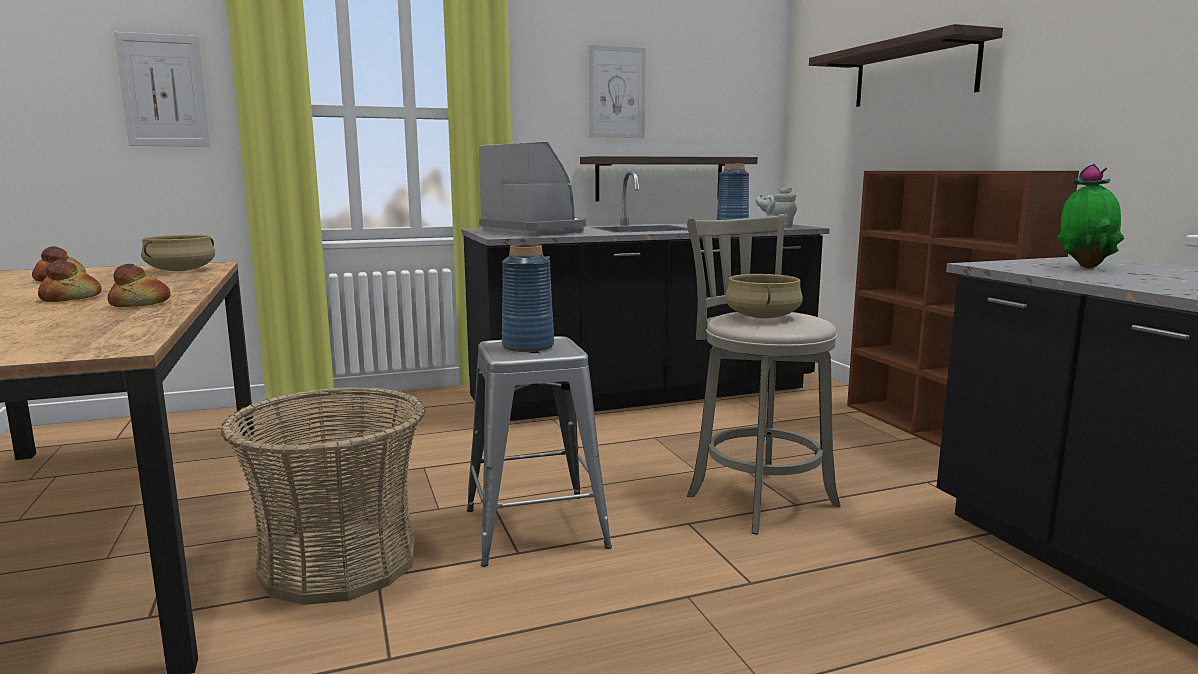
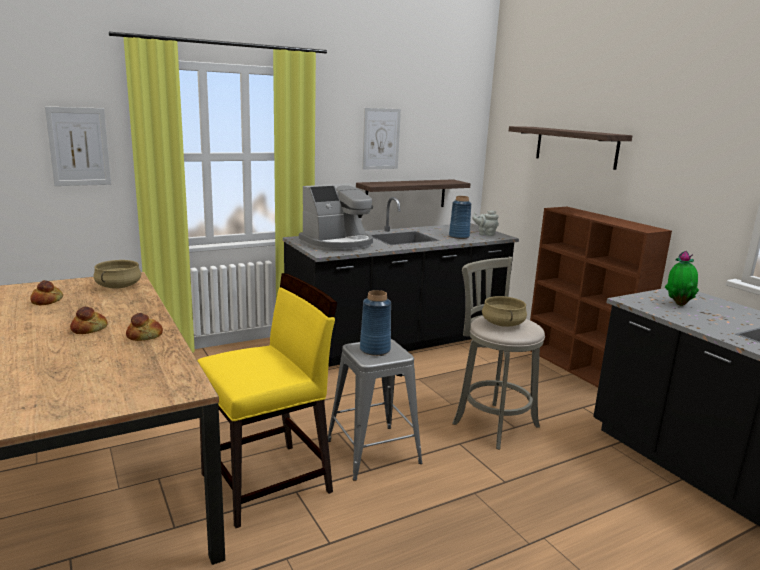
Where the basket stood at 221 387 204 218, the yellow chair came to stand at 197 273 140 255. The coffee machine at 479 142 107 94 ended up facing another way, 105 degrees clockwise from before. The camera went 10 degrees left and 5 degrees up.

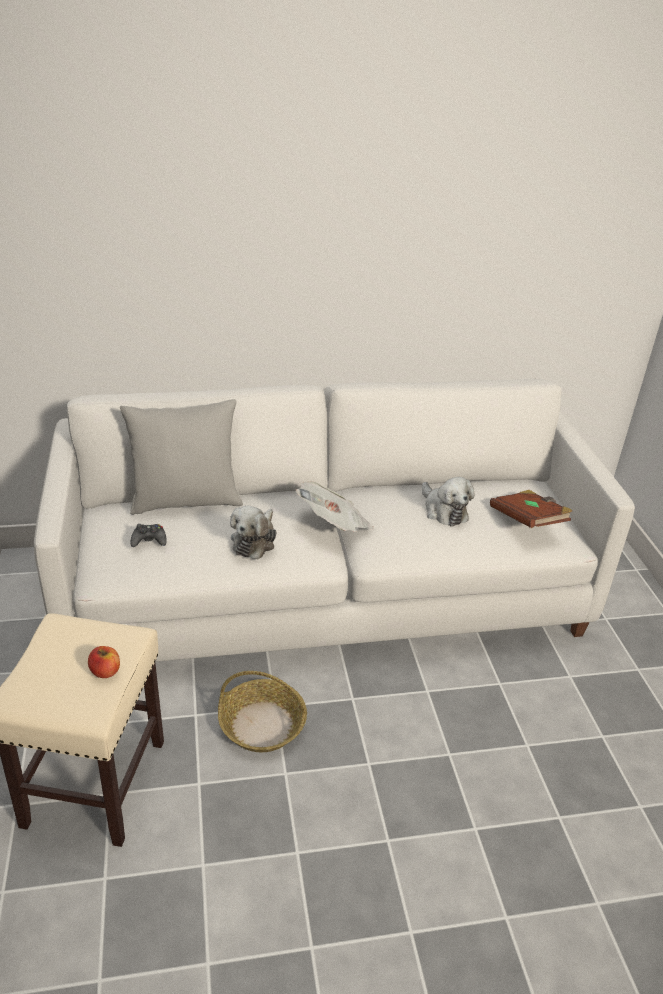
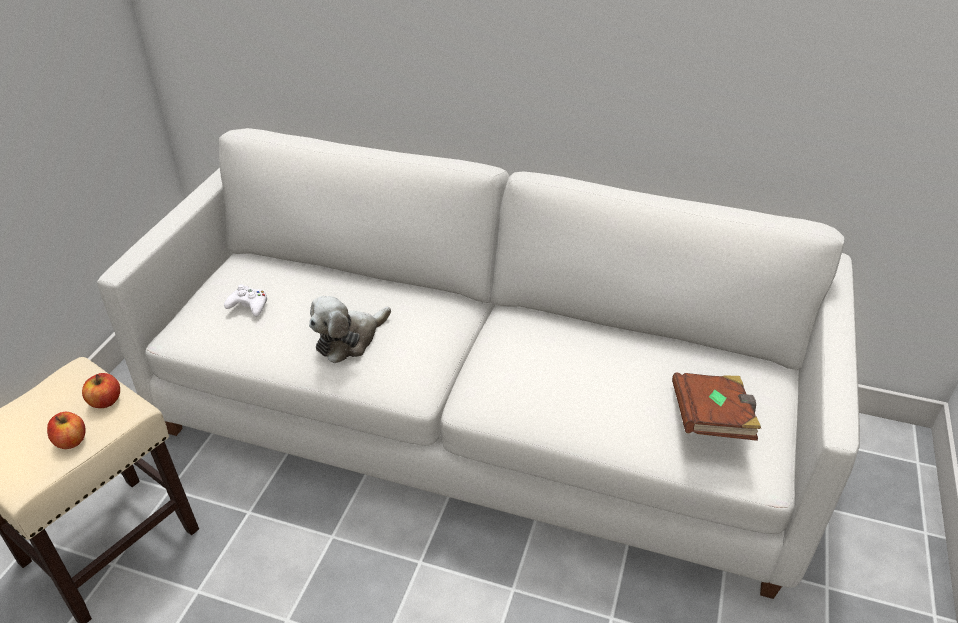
The second view gained the apple at 82 373 38 35. What was the black game controller at 130 524 37 23 turned into the white game controller at 224 284 43 32. The second view lost the grey pillow at 120 399 123 116. The second view lost the basket at 218 671 89 82. The second view lost the newspaper at 296 481 78 51. The second view lost the plush toy at 422 477 53 50. The camera went 30 degrees right and 5 degrees up.

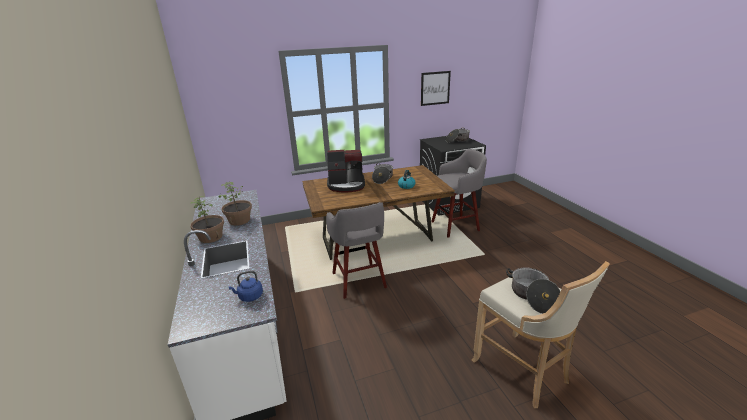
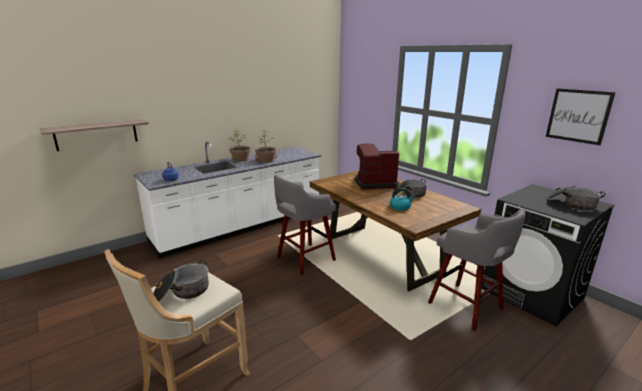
The second view gained the shelf at 40 119 109 32. The coffee machine at 327 150 38 43 ended up facing another way, 105 degrees clockwise from before. The camera went 70 degrees right and 5 degrees down.

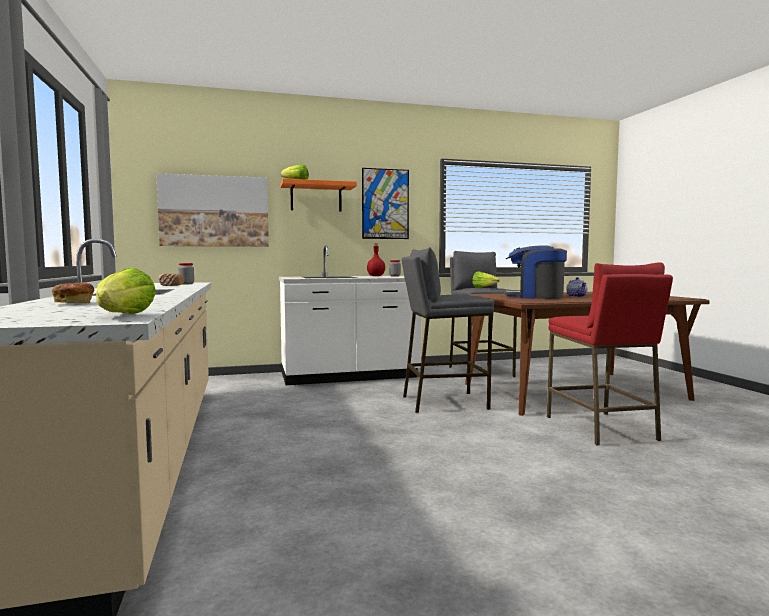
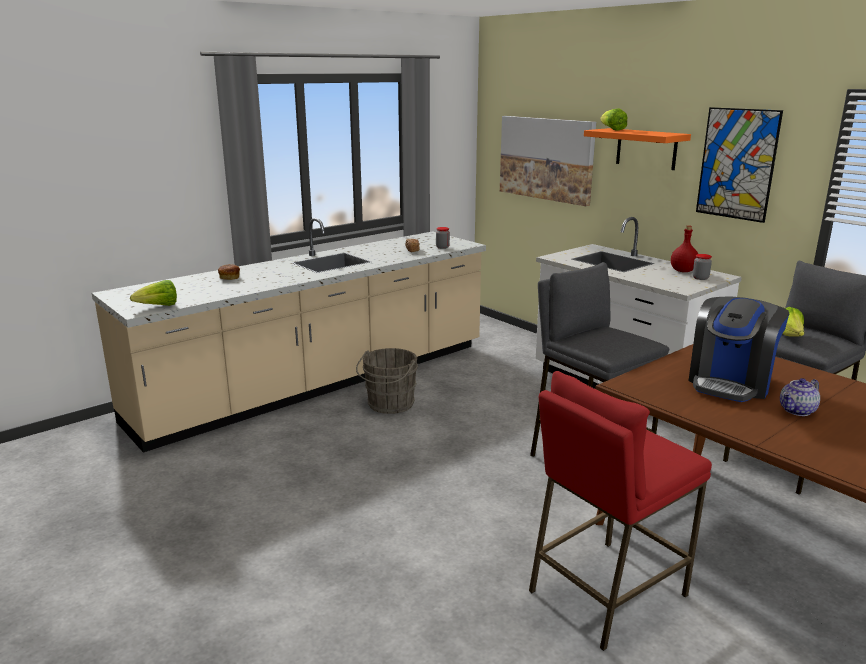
The second view gained the grey bucket at 356 348 62 66. The coffee machine at 504 245 63 54 ended up facing another way, 135 degrees counterclockwise from before. The camera went 65 degrees right and 15 degrees up.

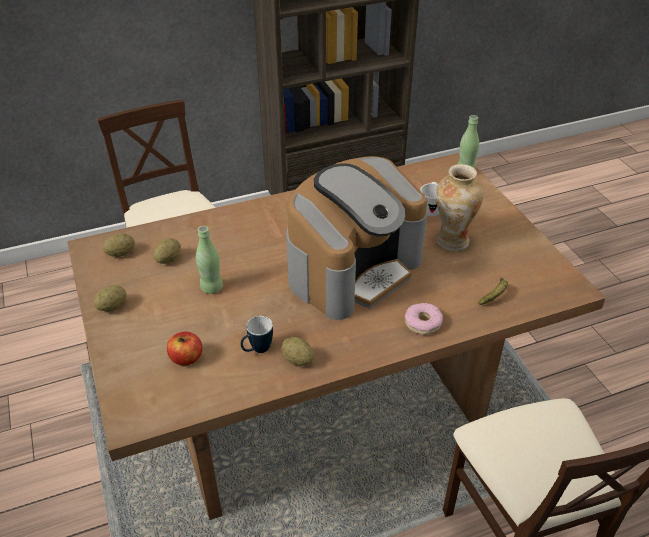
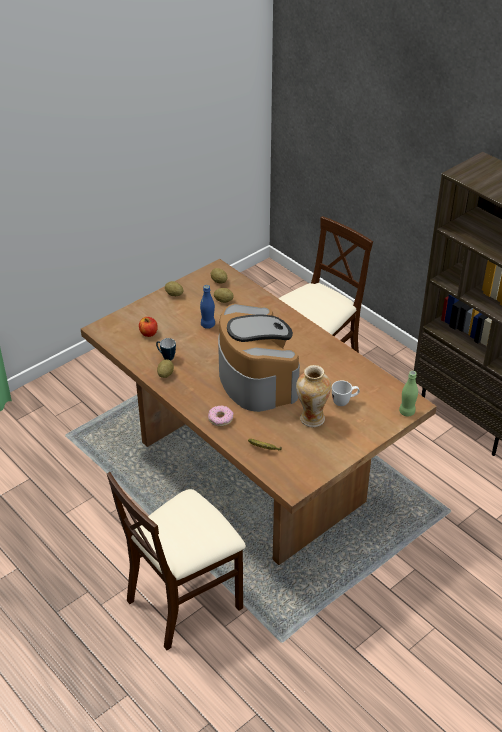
What was the green bottle at 196 226 27 68 turned into the blue bottle at 200 285 15 44. The coffee machine at 286 156 142 164 ended up facing another way, 135 degrees counterclockwise from before. The camera went 70 degrees right and 0 degrees up.

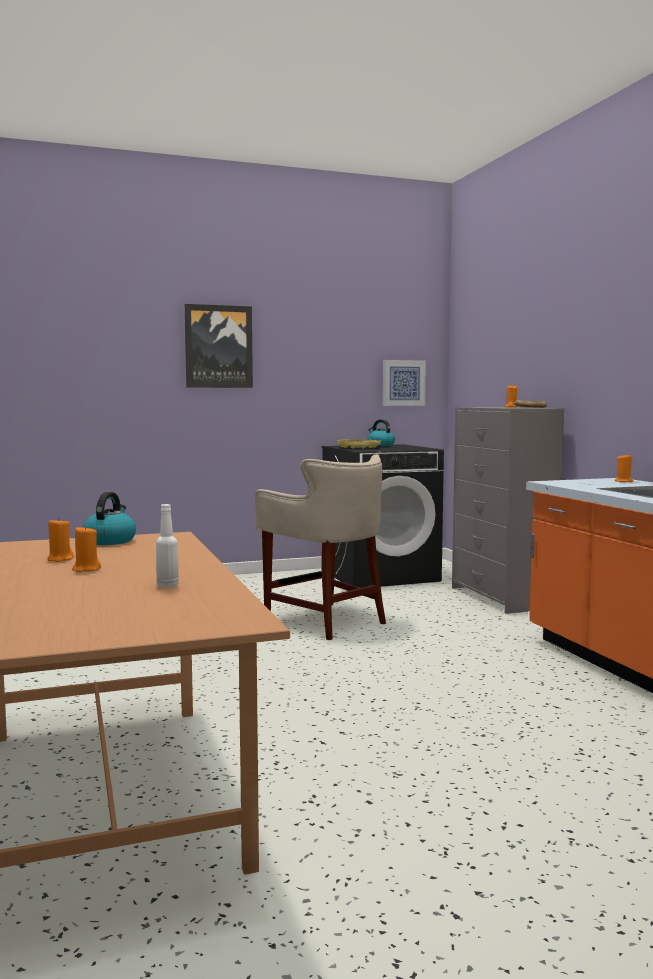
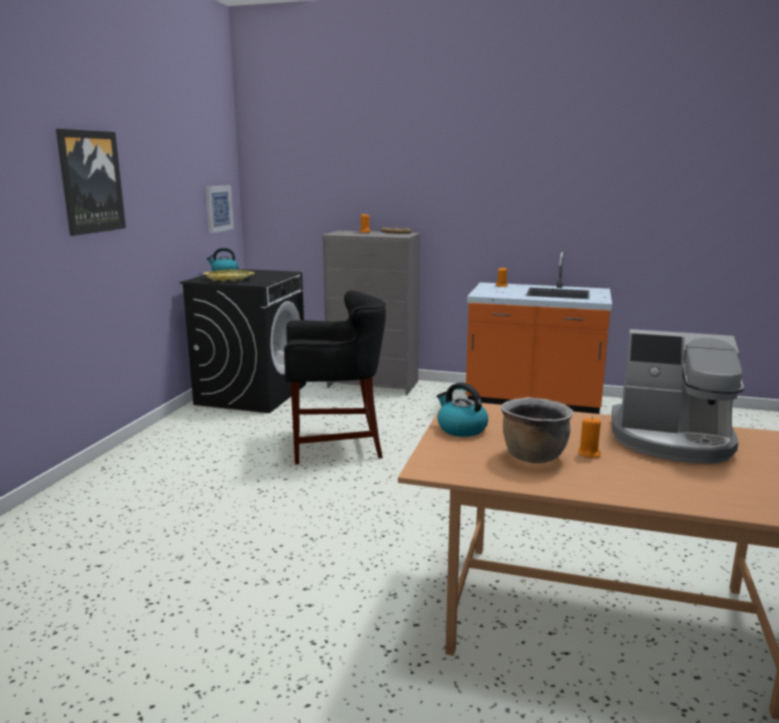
What was the beige stool at 255 454 131 186 turned into the black stool at 284 290 102 174. Where the orange candle stood at 47 518 27 44, the brown cooking pot came to stand at 500 397 74 66. Where the white bottle stood at 156 504 23 84, the coffee machine came to stand at 612 329 132 135. The camera went 55 degrees left and 10 degrees up.

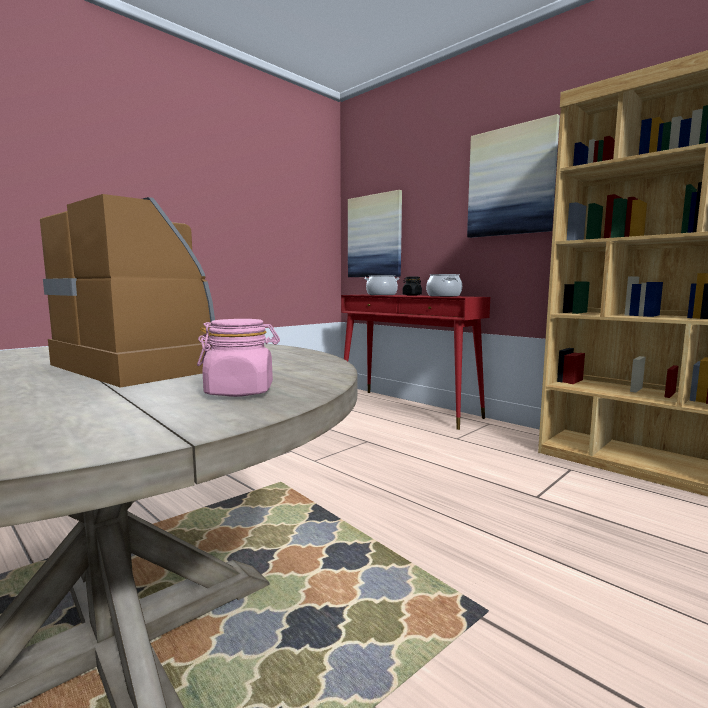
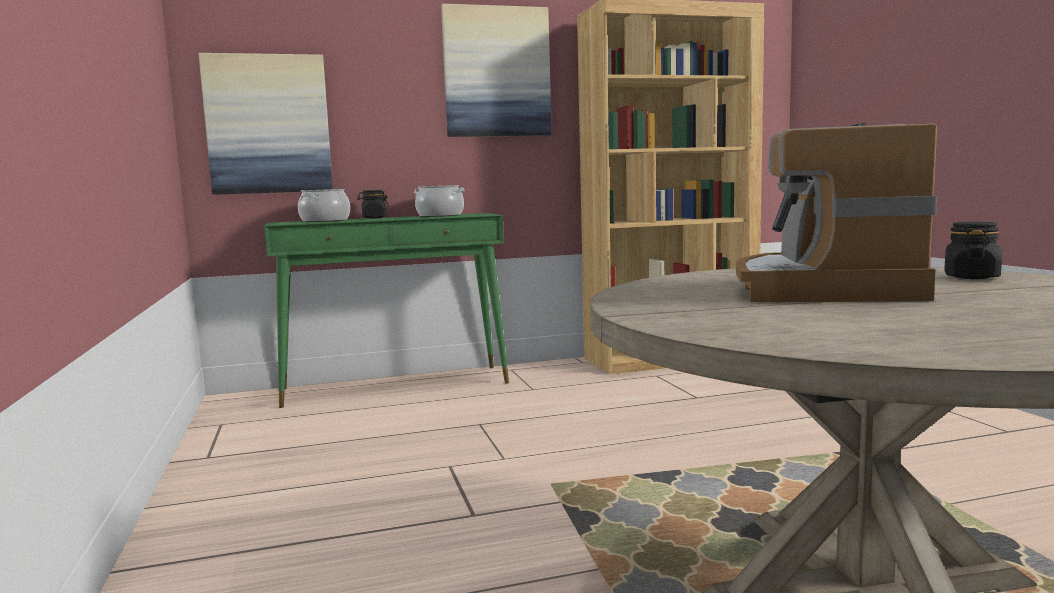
What was the red console table at 341 294 149 136 turned into the green console table at 264 213 245 195. The coffee machine at 40 194 175 194 ended up facing another way, 60 degrees counterclockwise from before. What was the pink jar at 197 319 83 78 turned into the black jar at 944 222 58 57. The camera went 60 degrees left and 0 degrees up.

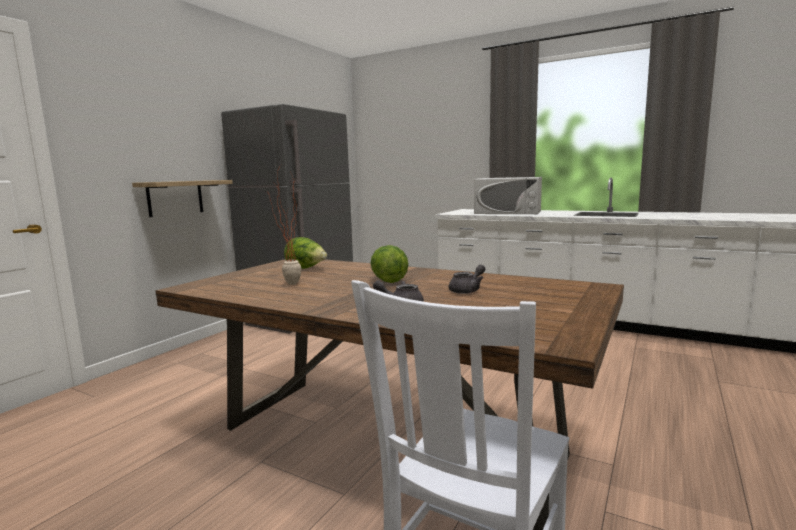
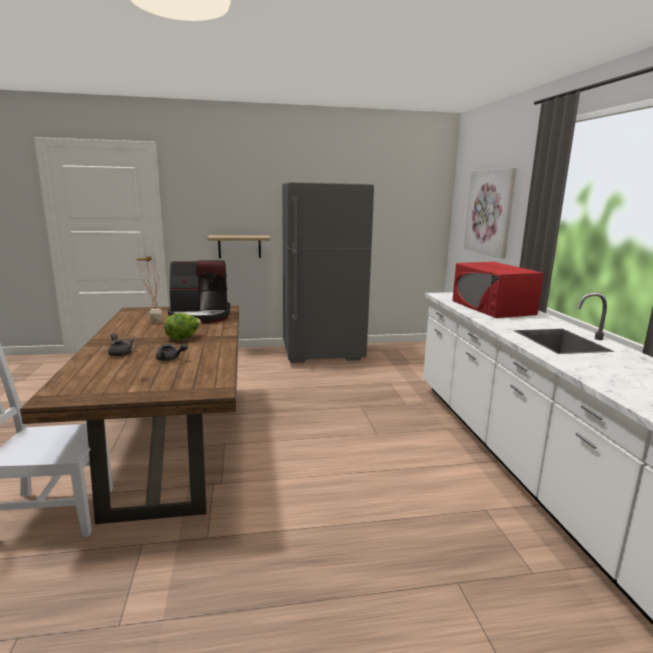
Where the lettuce stood at 284 237 43 32, the coffee machine came to stand at 168 260 62 63. What was the white microwave at 474 177 68 37 turned into the red microwave at 452 262 92 56. The second view gained the picture at 464 168 53 91. The camera went 50 degrees right and 5 degrees up.

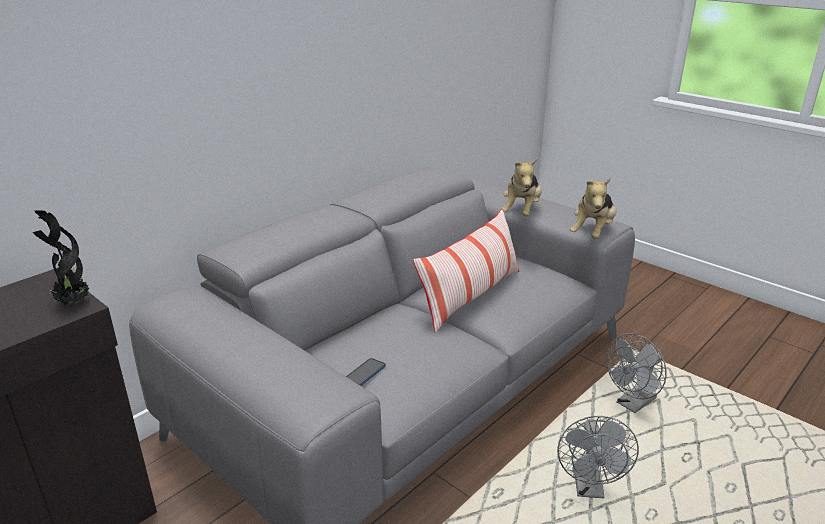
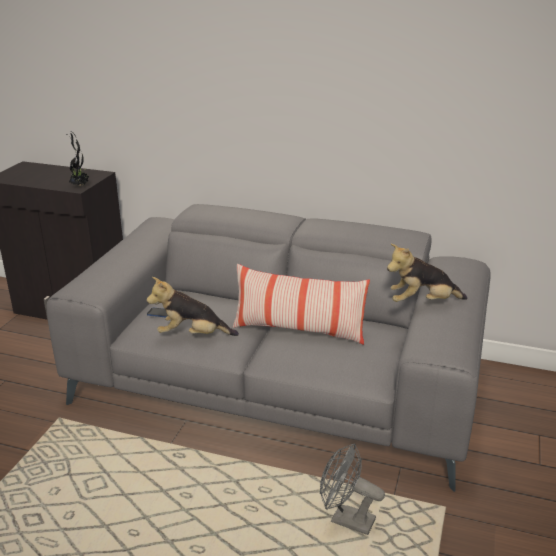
The plush toy ended up elsewhere, having gone from 570 177 46 62 to 146 277 93 59. The second view lost the grey fan at 558 416 81 82. The camera went 65 degrees right and 0 degrees up.

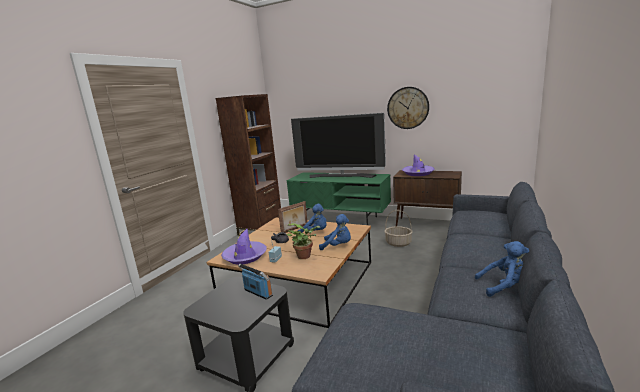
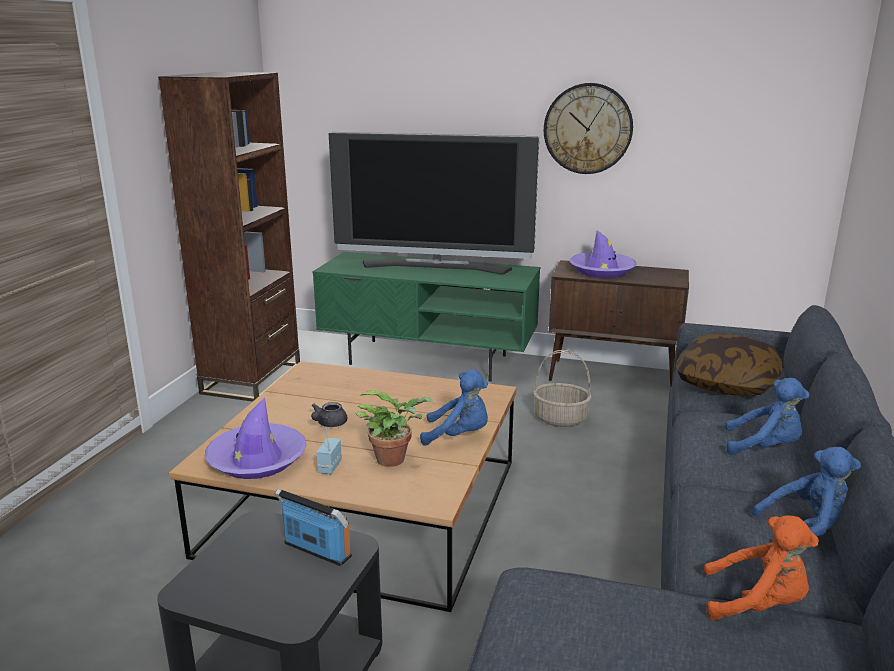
The second view gained the pillow at 676 334 106 62. The second view gained the orange plush toy at 703 515 116 105. The blue plush toy ended up elsewhere, having gone from 298 204 29 29 to 725 378 84 77. The second view lost the picture frame at 278 201 30 32. The camera went 10 degrees left and 5 degrees up.

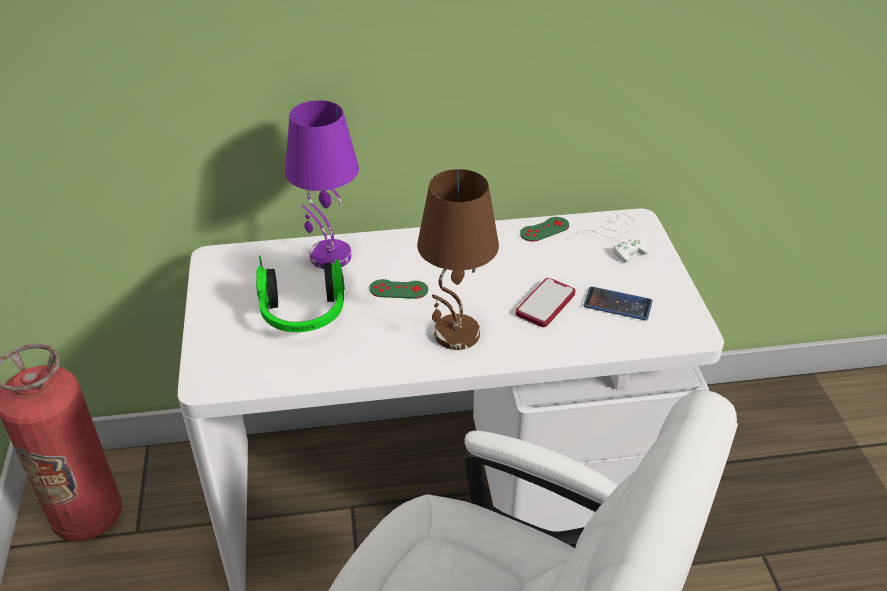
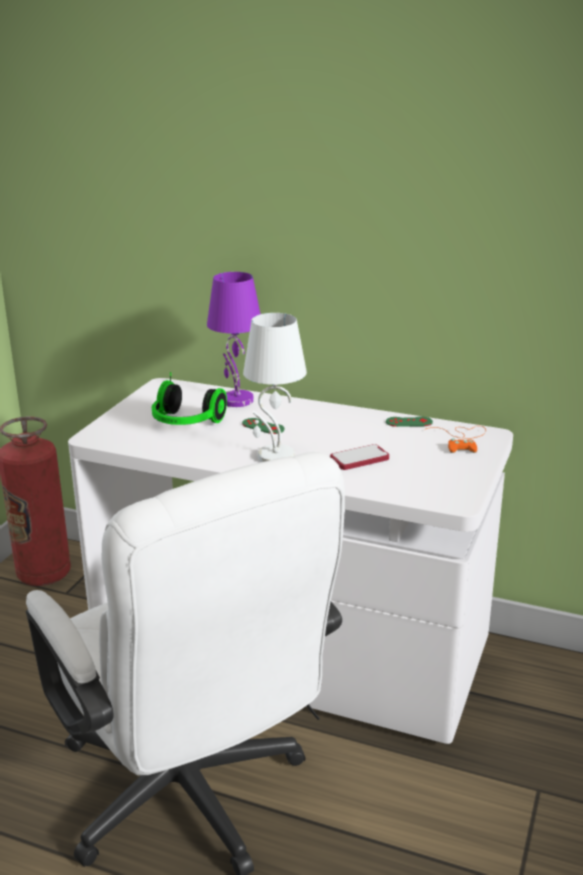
What was the brown table lamp at 417 169 82 181 turned into the white table lamp at 243 313 64 149. What was the white game controller at 573 213 76 49 turned into the orange game controller at 424 426 62 27. The second view lost the phone at 583 286 70 34. The camera went 30 degrees right and 15 degrees down.

